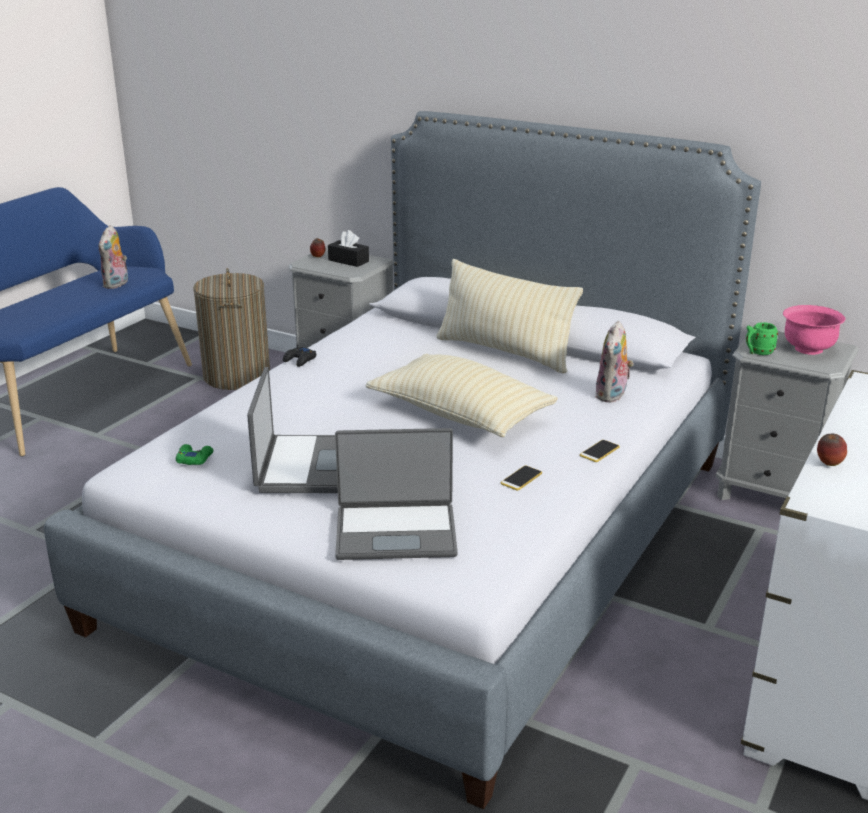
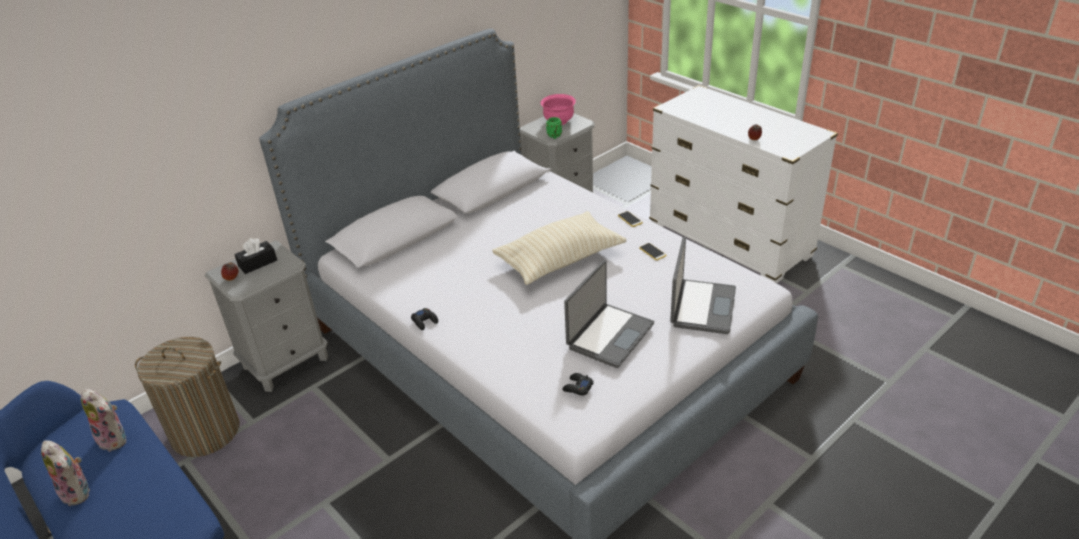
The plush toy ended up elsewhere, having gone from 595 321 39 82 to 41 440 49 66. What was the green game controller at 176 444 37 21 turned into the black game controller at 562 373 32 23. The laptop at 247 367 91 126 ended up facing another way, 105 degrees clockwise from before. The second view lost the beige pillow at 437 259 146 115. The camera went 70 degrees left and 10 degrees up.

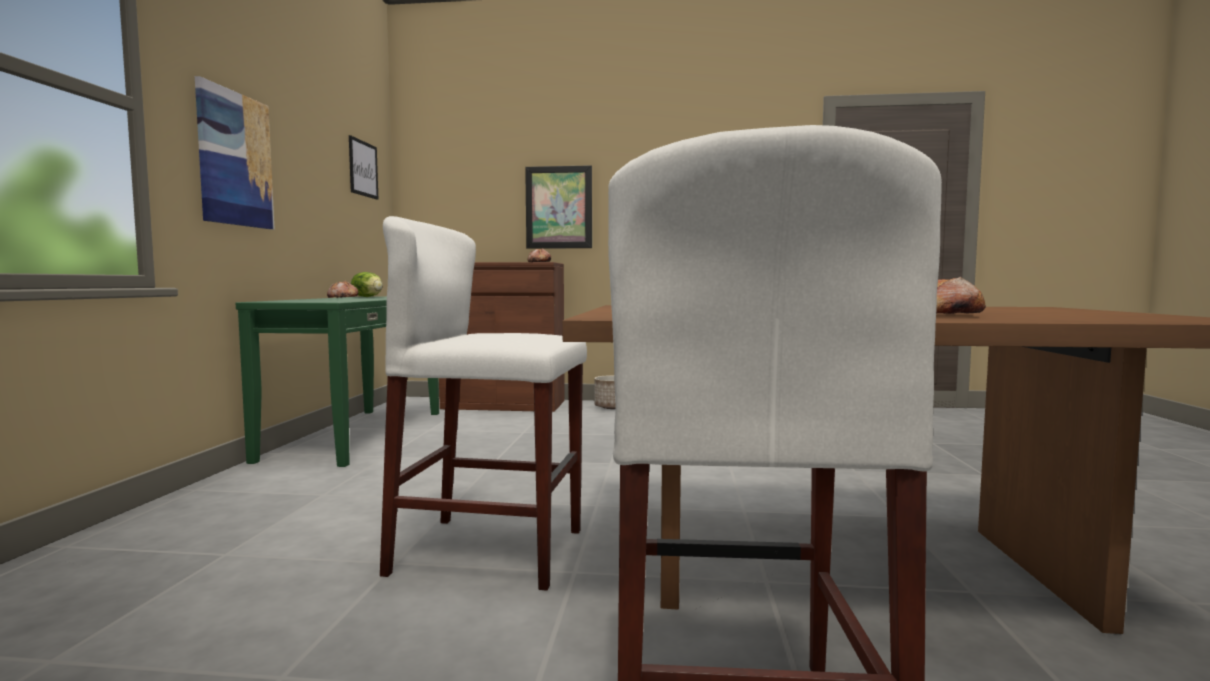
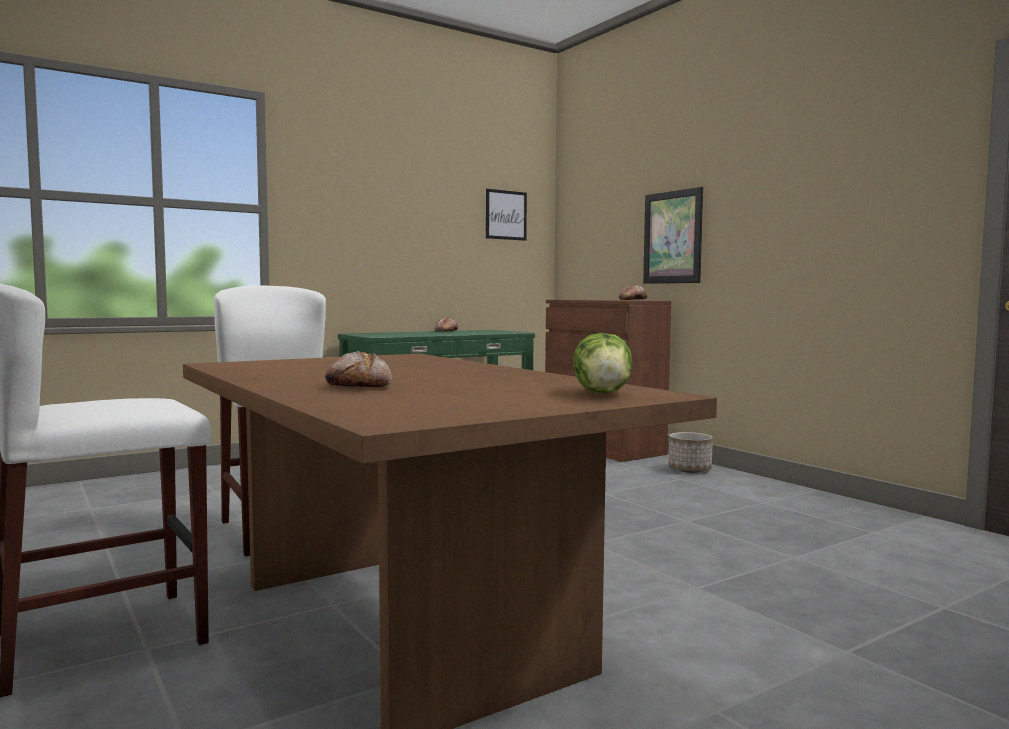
The lettuce ended up elsewhere, having gone from 351 272 32 25 to 573 333 59 60. The second view lost the picture at 195 76 79 153. The camera went 50 degrees right and 0 degrees up.

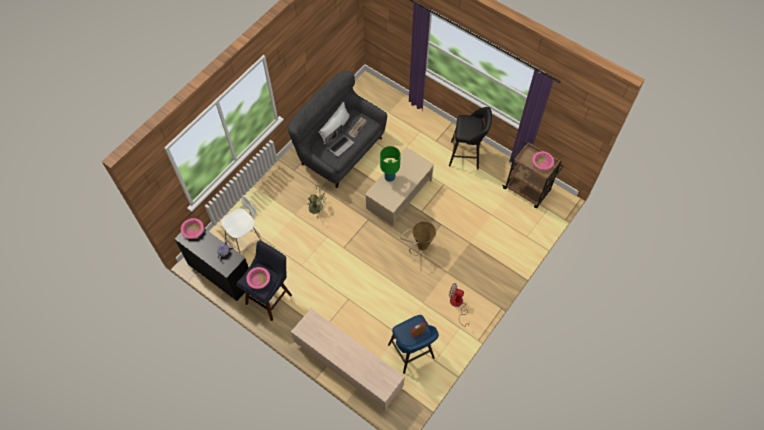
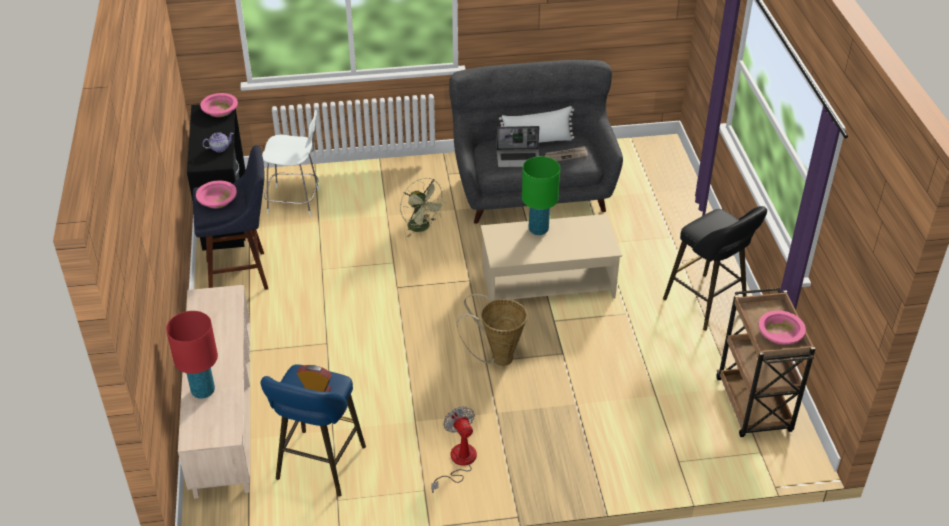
The second view gained the red table lamp at 166 311 52 88. The camera went 45 degrees right and 20 degrees down.

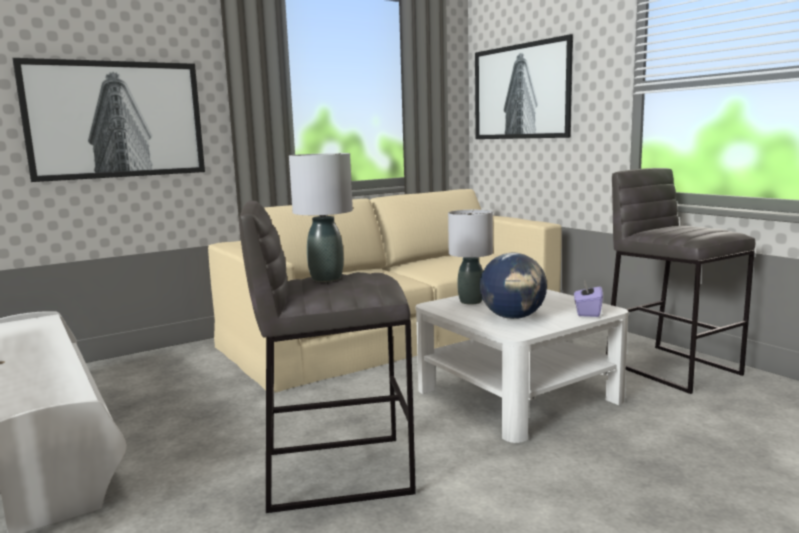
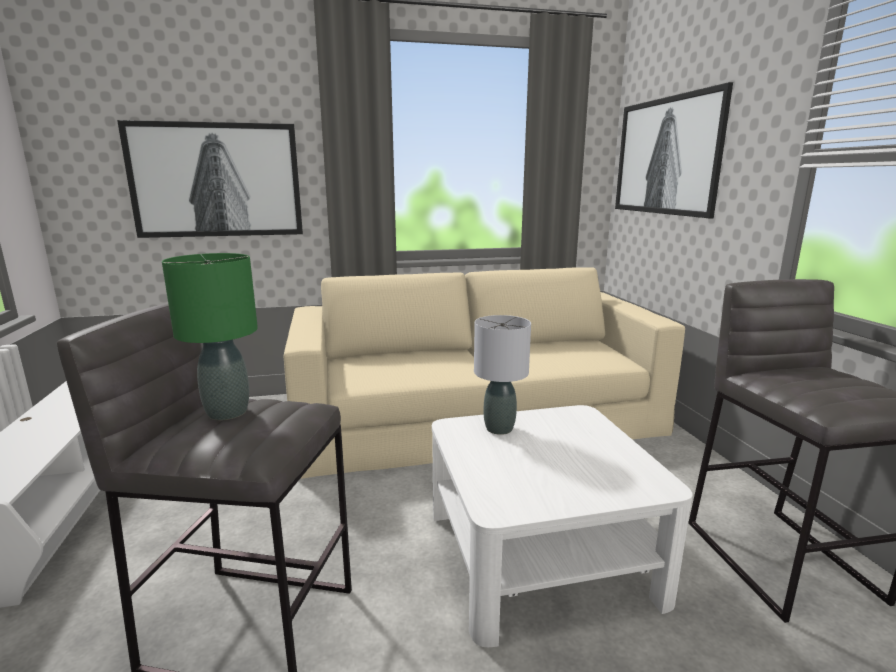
What was the grey table lamp at 289 153 64 129 turned into the green table lamp at 162 253 96 167. The second view lost the globe at 480 253 67 66. The second view lost the purple tissue box at 574 280 29 37. The camera went 20 degrees right and 5 degrees up.

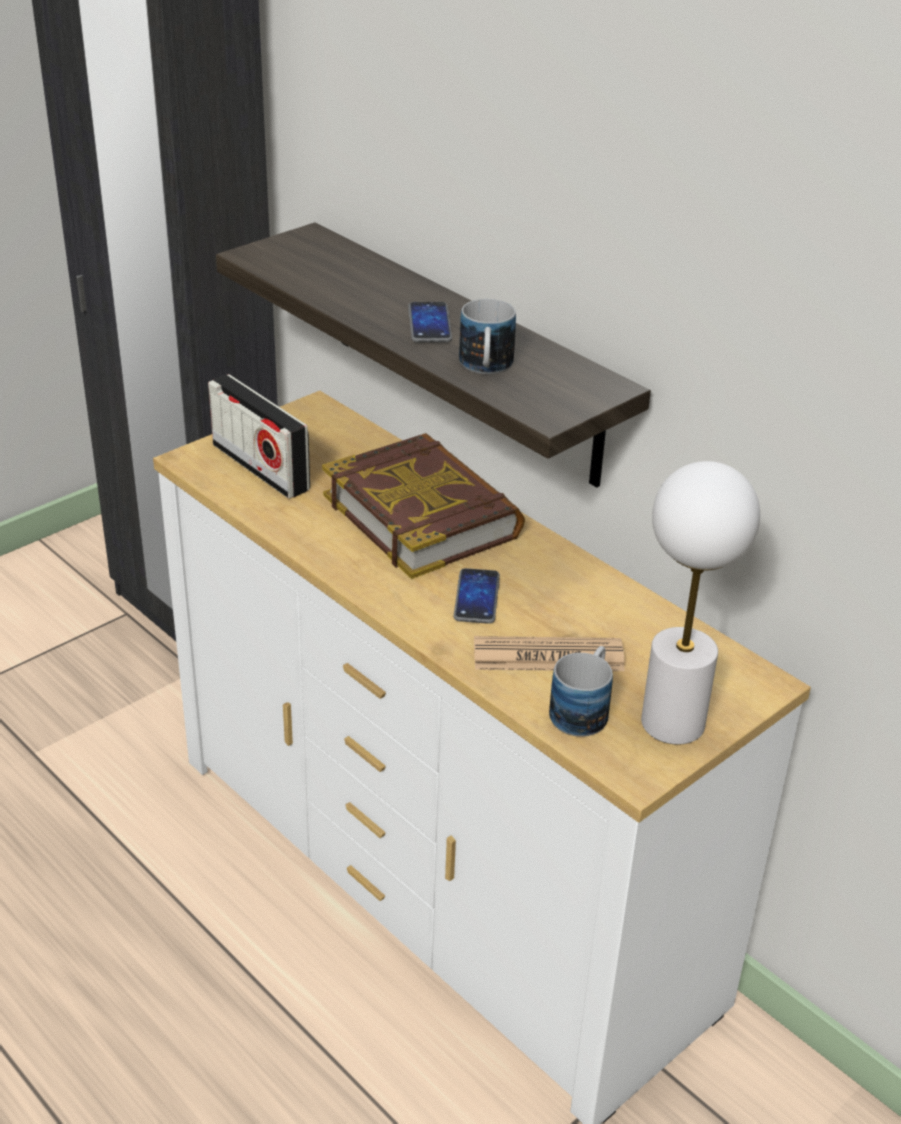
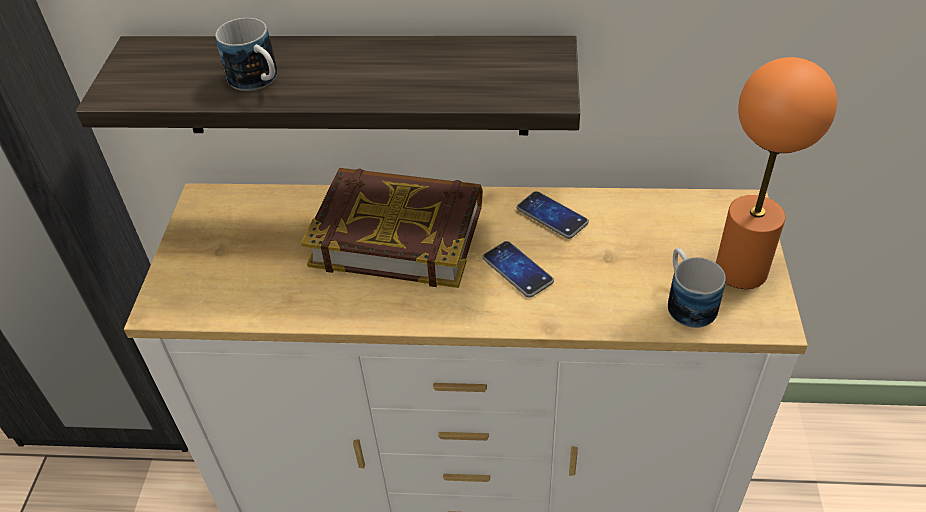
The mug ended up elsewhere, having gone from 459 299 57 75 to 215 18 62 73. The phone ended up elsewhere, having gone from 408 302 44 41 to 516 191 73 48. What was the white table lamp at 641 461 119 284 turned into the orange table lamp at 716 57 121 232. The second view lost the radio at 208 374 102 125. The second view lost the newspaper at 474 636 151 35. The camera went 40 degrees left and 10 degrees up.

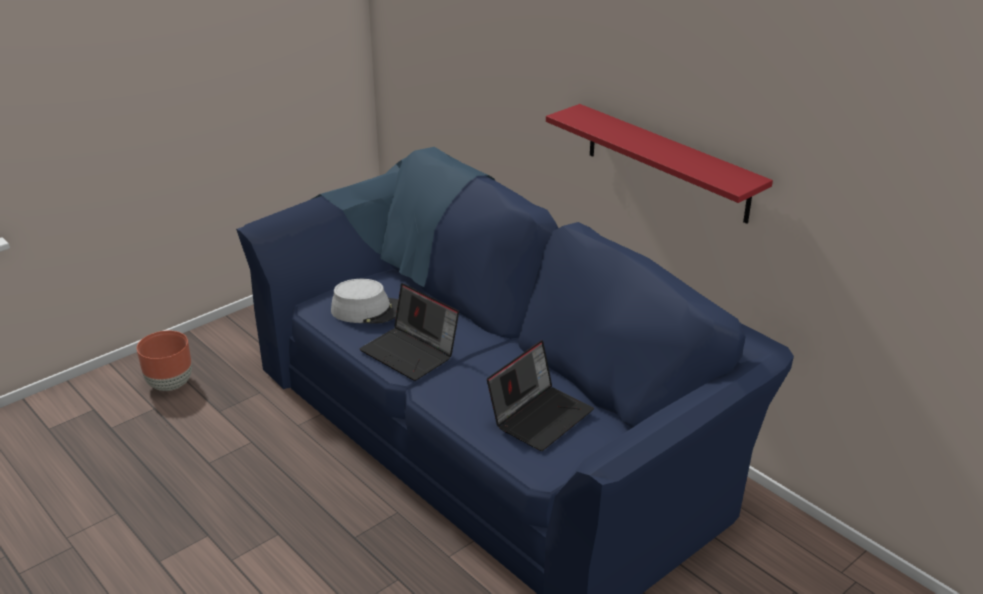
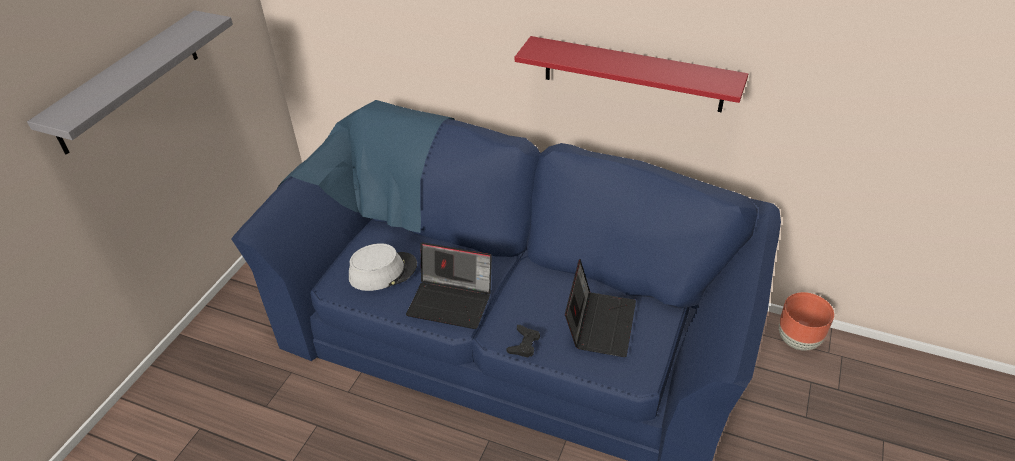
The second view gained the grey shelf at 27 10 206 145. The second view gained the black game controller at 507 325 33 32. The brown planter ended up elsewhere, having gone from 137 330 55 61 to 779 292 55 59. The camera went 25 degrees left and 10 degrees up.

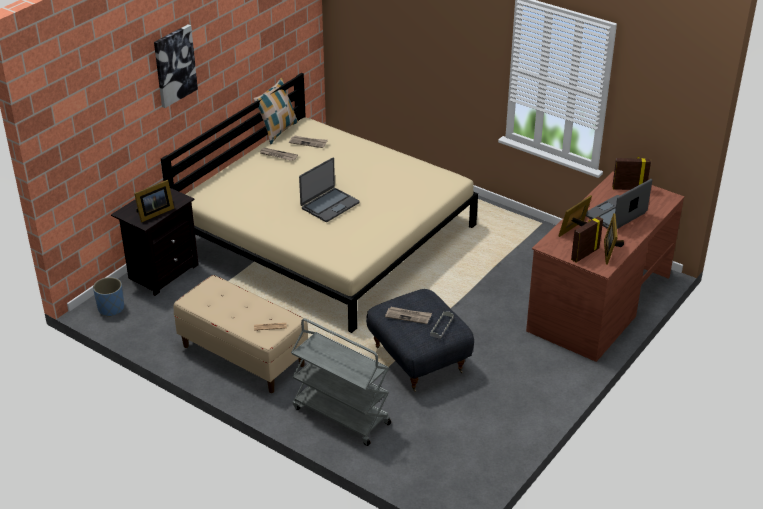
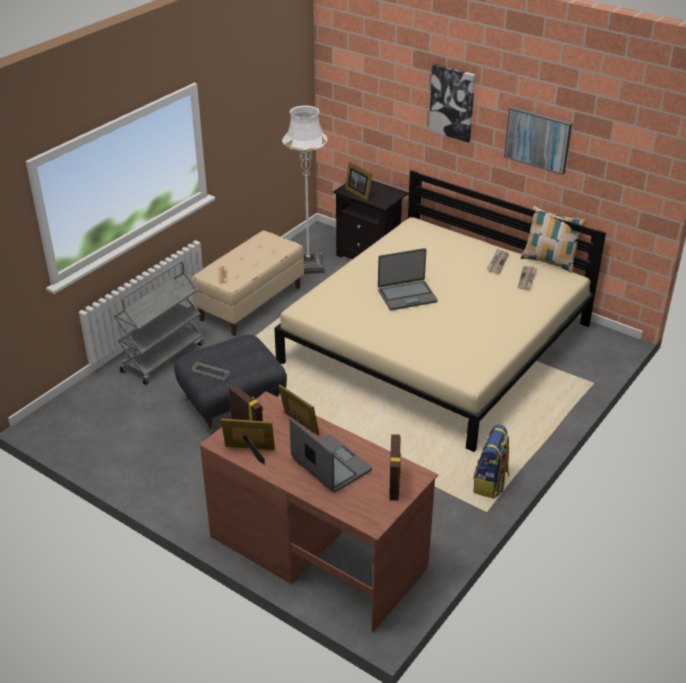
The second view gained the white floor lamp at 282 105 46 169. The laptop at 299 158 61 64 ended up facing another way, 60 degrees counterclockwise from before. The second view gained the backpack at 473 425 36 74. The second view gained the picture at 504 107 68 68. The second view lost the blue planter at 93 277 31 40. The second view lost the newspaper at 385 307 47 17. The camera went 90 degrees right and 0 degrees up.

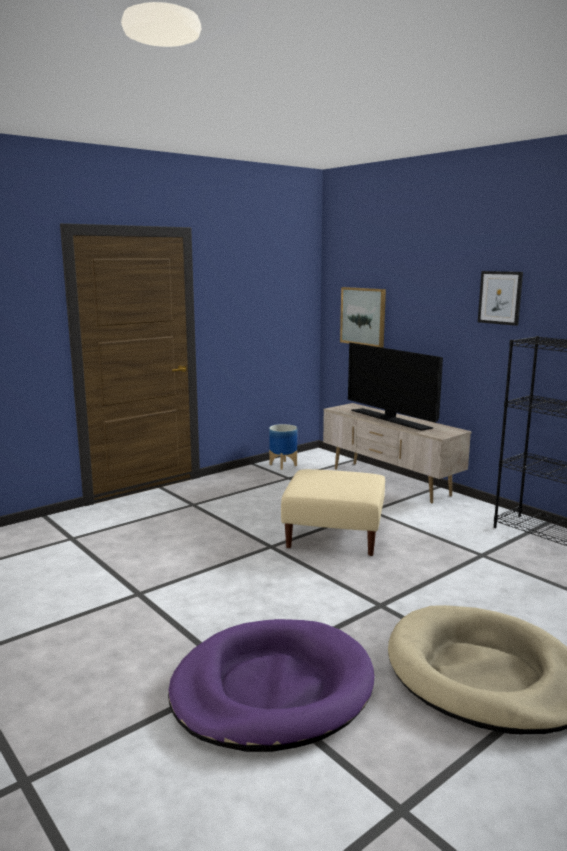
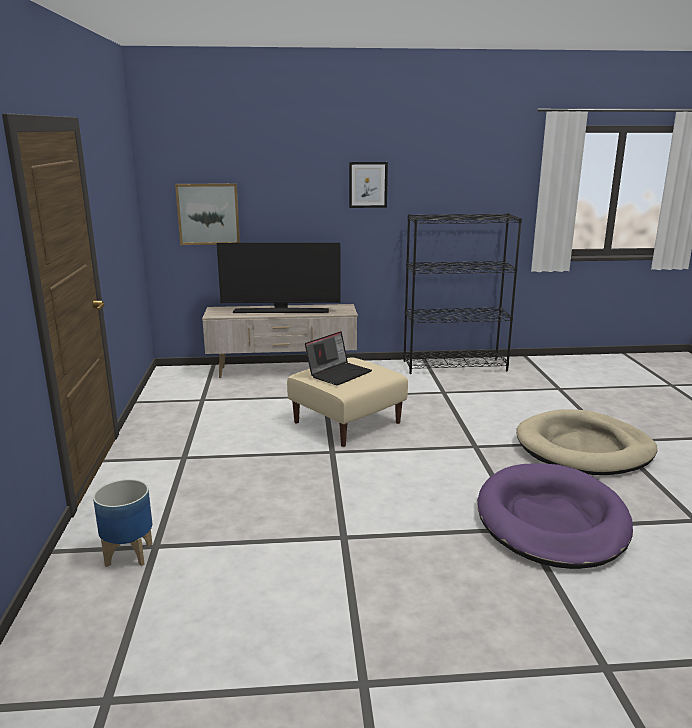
The planter ended up elsewhere, having gone from 269 424 28 46 to 93 479 60 88. The second view gained the laptop at 305 331 67 55. The camera went 55 degrees left and 5 degrees up.

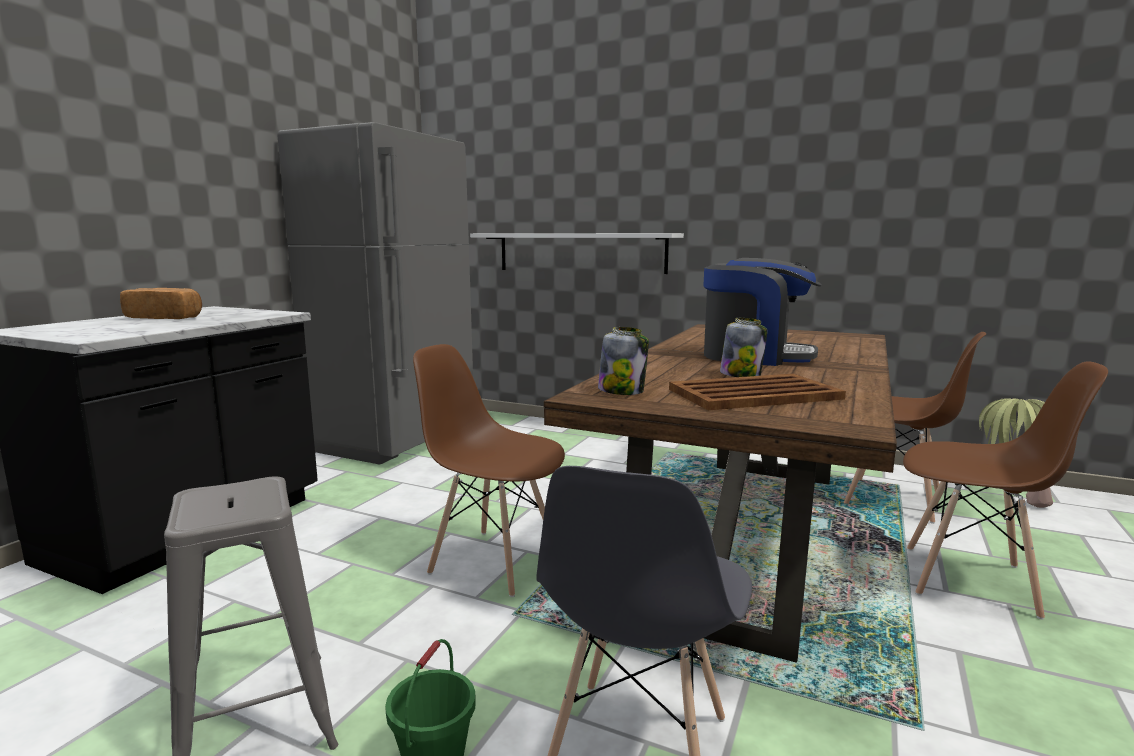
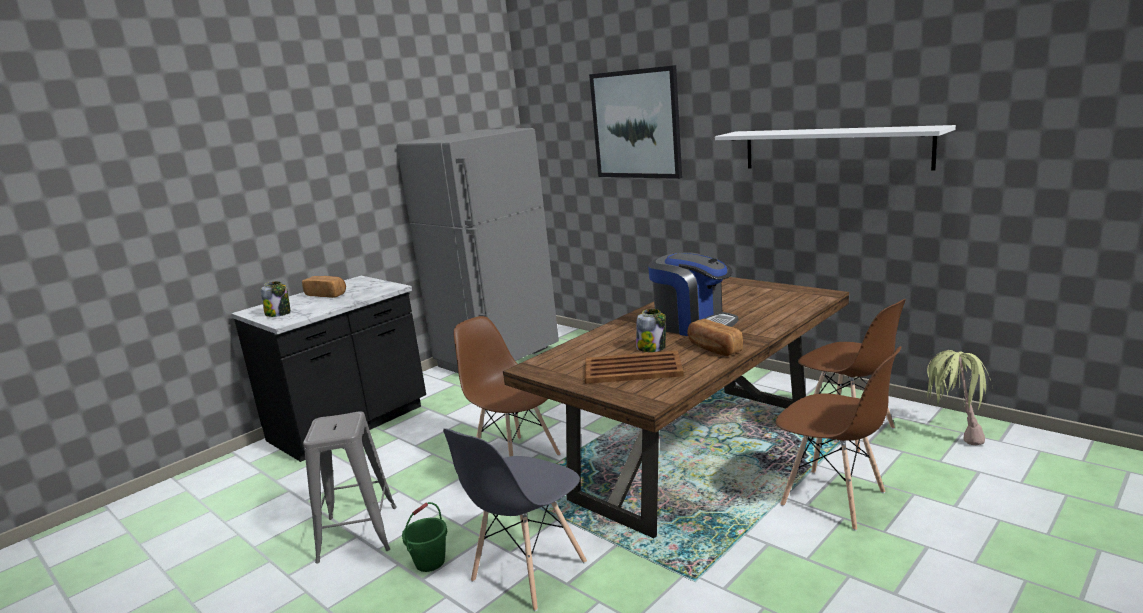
The jar ended up elsewhere, having gone from 598 327 51 68 to 261 281 30 36. The second view gained the picture at 589 65 93 114. The second view gained the bread at 687 319 56 37. The white shelf ended up elsewhere, having gone from 470 233 214 41 to 715 125 241 45. The camera went 20 degrees right and 5 degrees up.

